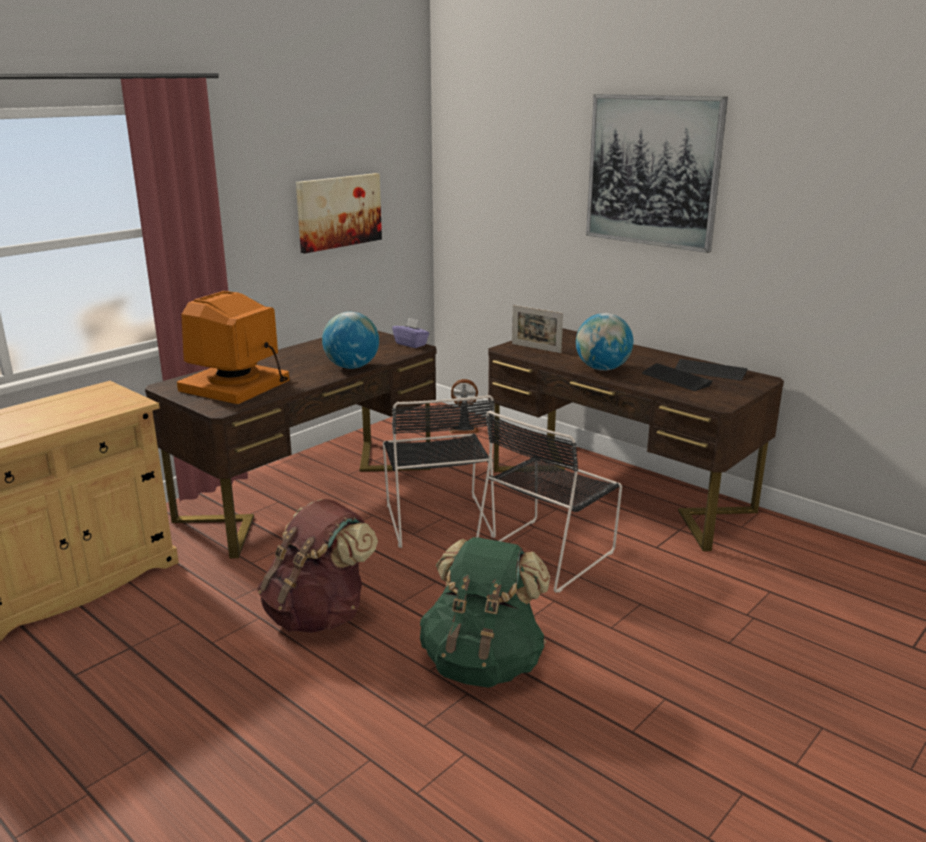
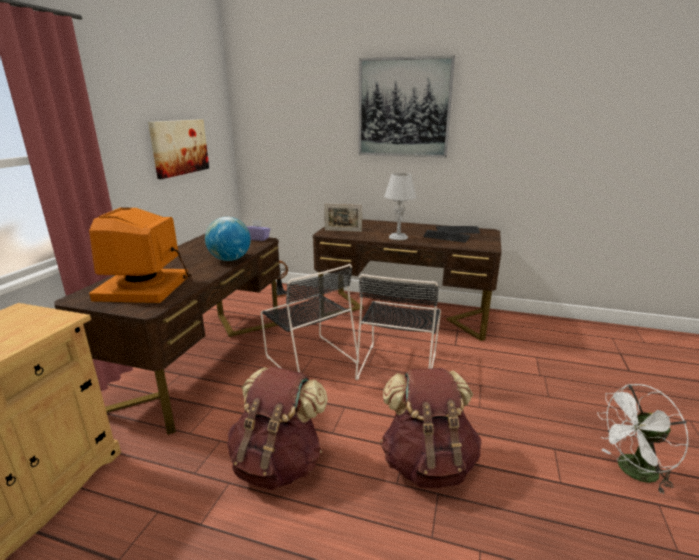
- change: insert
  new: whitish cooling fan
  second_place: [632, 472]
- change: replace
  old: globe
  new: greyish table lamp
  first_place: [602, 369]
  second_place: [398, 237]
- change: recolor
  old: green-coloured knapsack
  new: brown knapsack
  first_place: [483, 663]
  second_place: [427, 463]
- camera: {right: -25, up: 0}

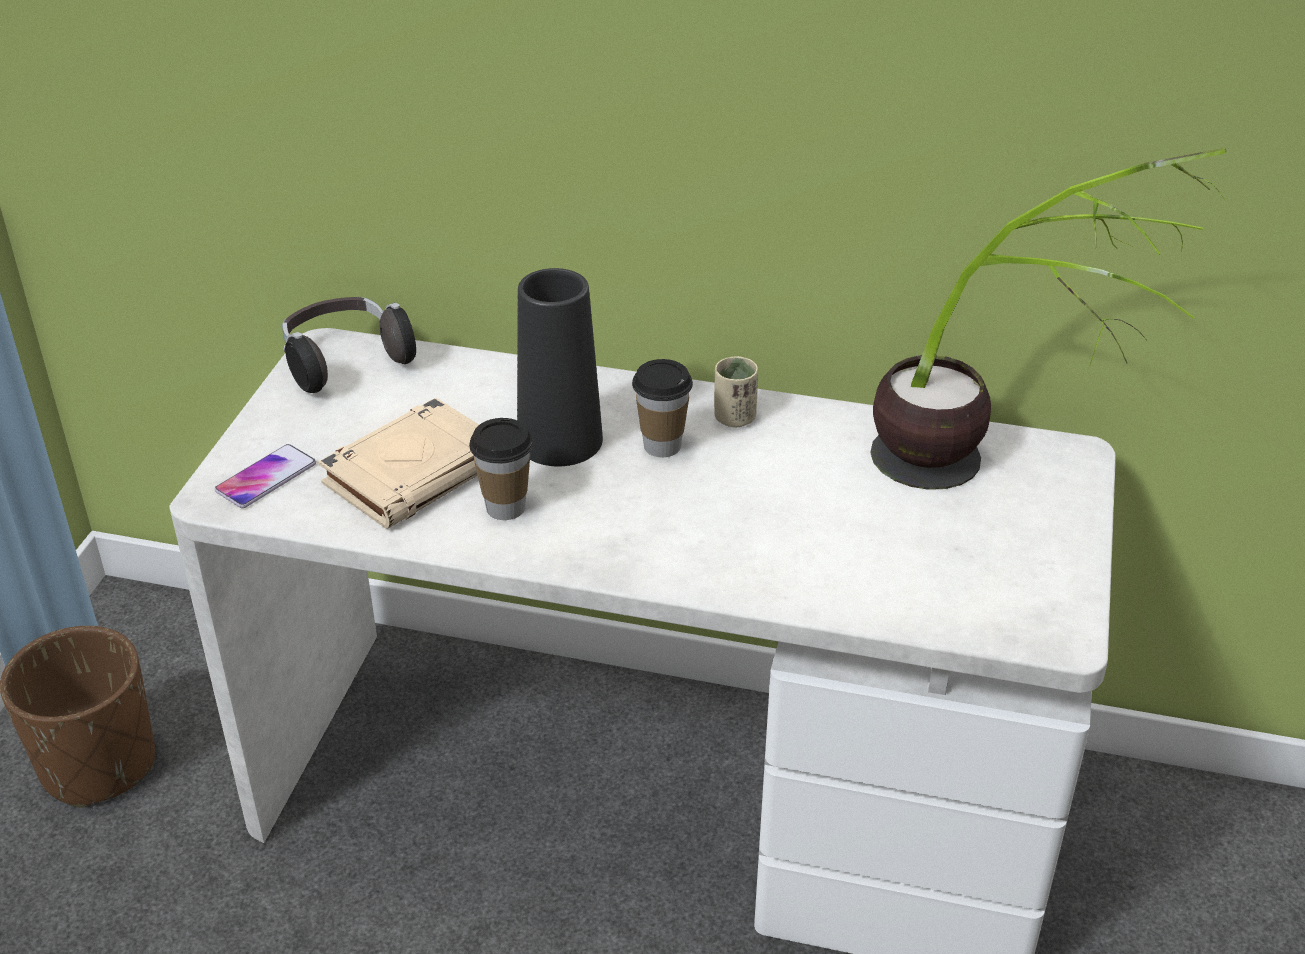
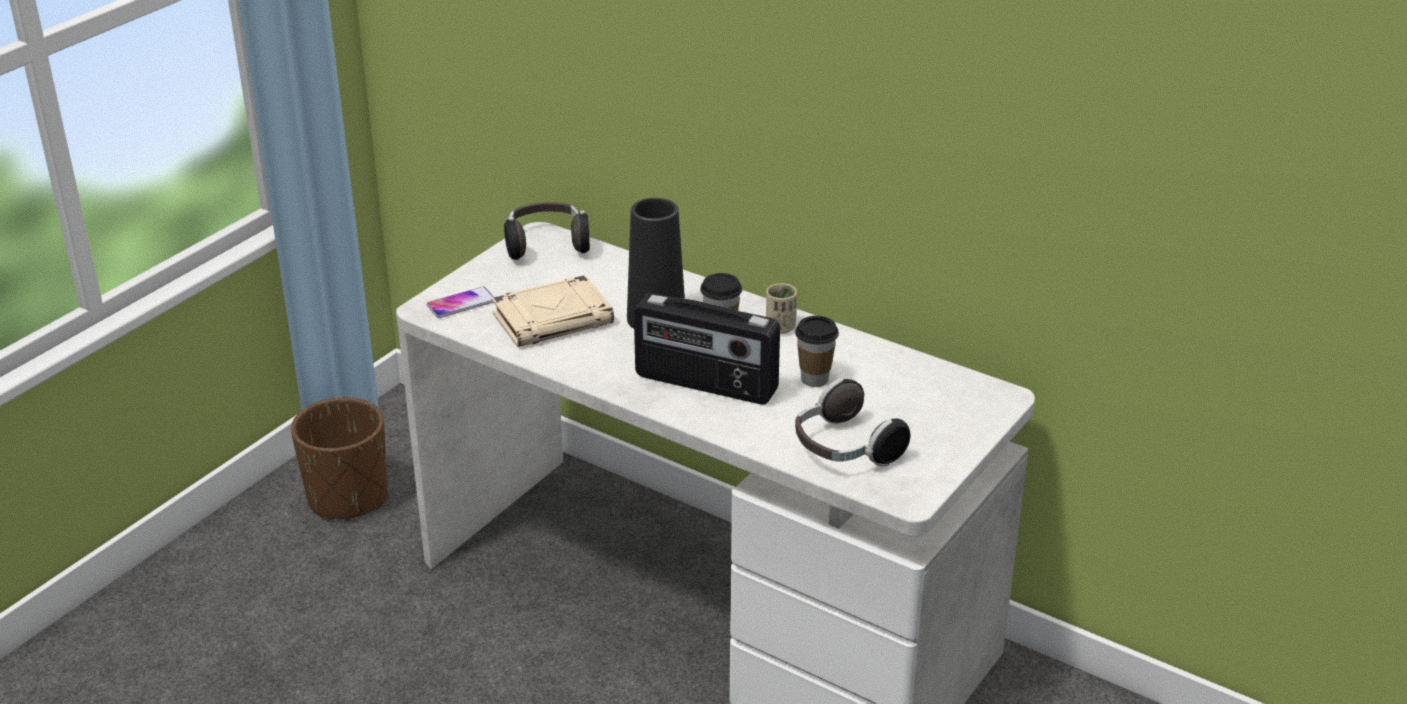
- change: delete
  old: potted plant
  first_place: [991, 474]
- change: insert
  new: radio receiver
  second_place: [705, 384]
- change: insert
  new: headset
  second_place: [844, 449]
- change: move
  old: small cup
  first_place: [506, 507]
  second_place: [814, 379]
- camera: {right: 20, up: -5}

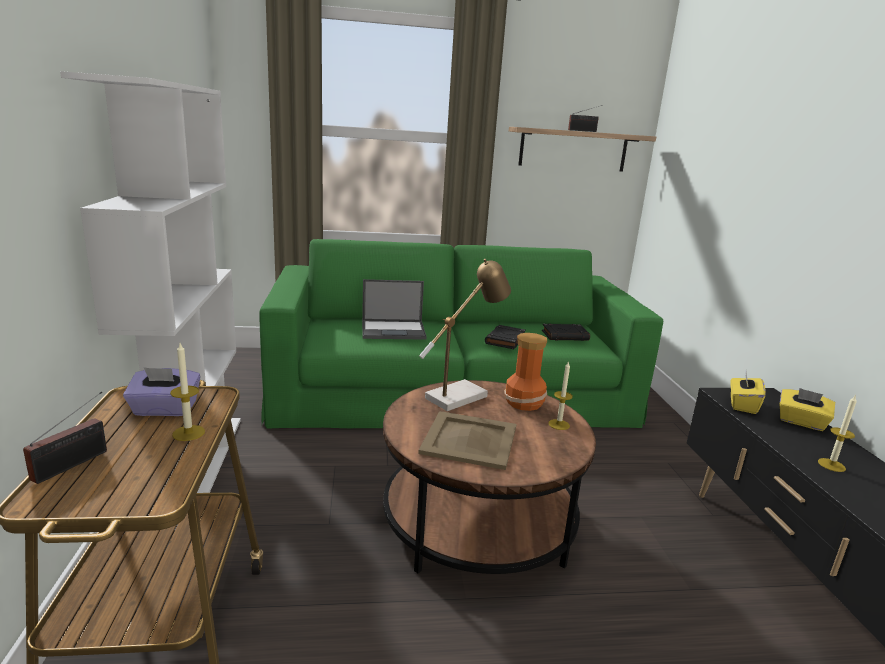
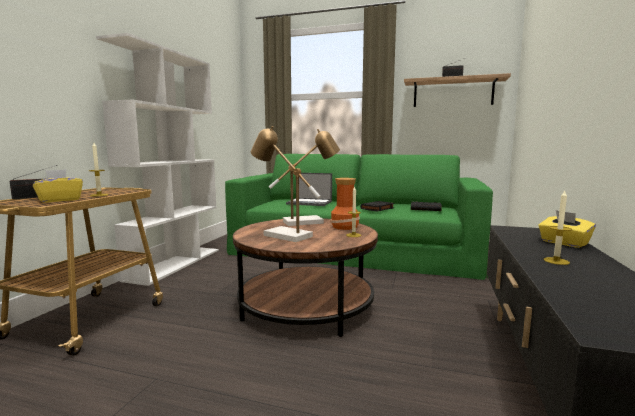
- change: delete
  old: purple-coloured tissue holder
  first_place: [165, 410]
- change: move
  old: yellowish tissue holder
  first_place: [742, 405]
  second_place: [59, 200]
- change: replace
  old: beige serving tray
  new: table lamp
  first_place: [470, 440]
  second_place: [282, 235]
- camera: {right: 25, up: -10}

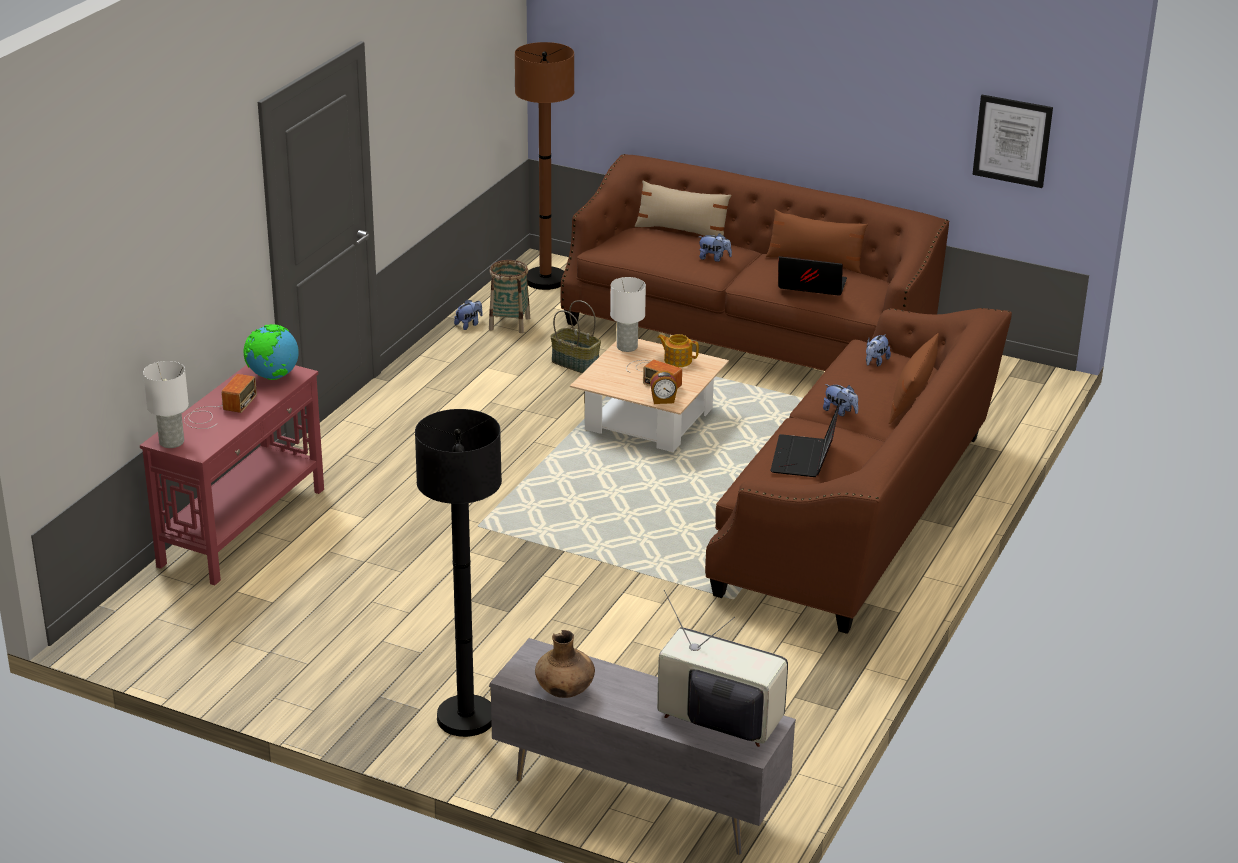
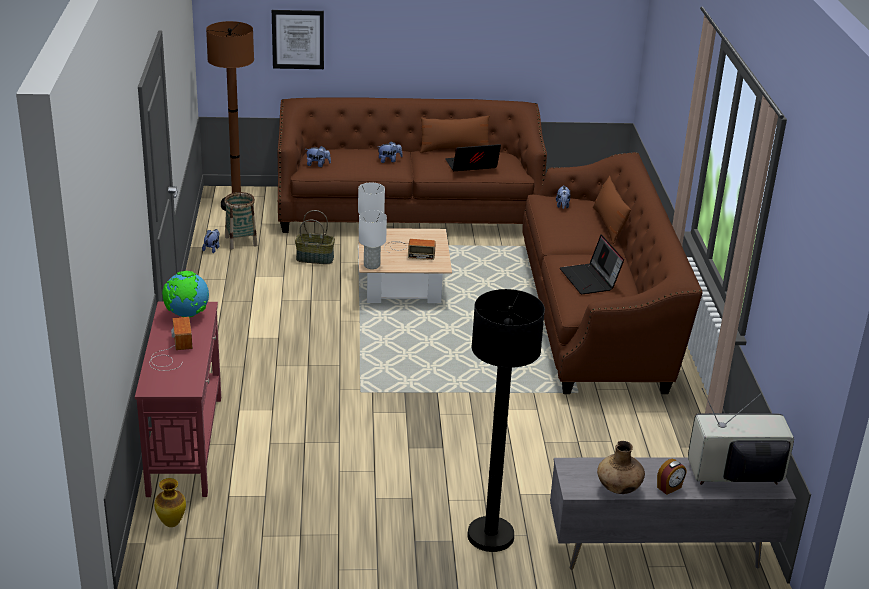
- change: delete
  old: beige pillow
  first_place: [682, 231]
- change: delete
  old: teapot
  first_place: [677, 360]
- change: insert
  new: flower vase
  second_place: [171, 523]
- change: move
  old: whitish table lamp
  first_place: [171, 442]
  second_place: [371, 265]
- change: move
  old: alarm clock
  first_place: [663, 400]
  second_place: [669, 488]
- change: move
  old: plush toy
  first_place: [840, 412]
  second_place: [318, 165]
- change: move
  old: picture
  first_place: [1012, 140]
  second_place: [298, 39]
- camera: {right: -30, up: 0}

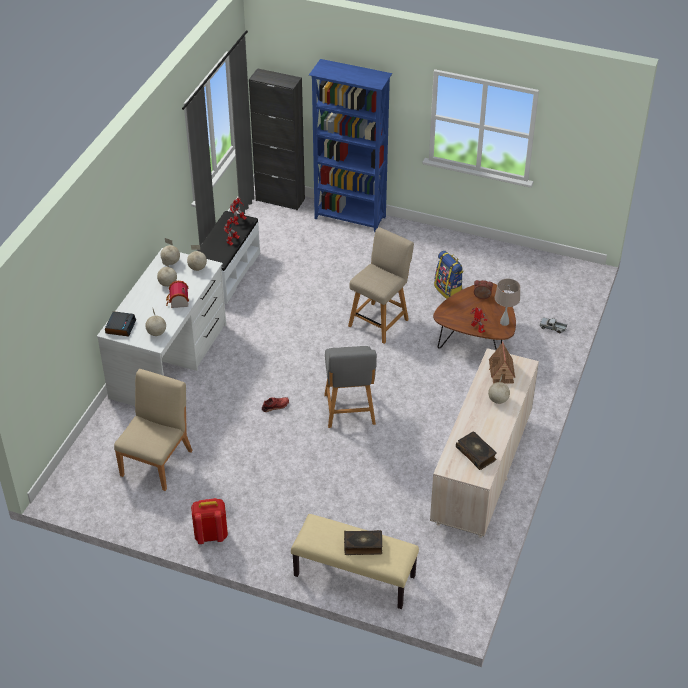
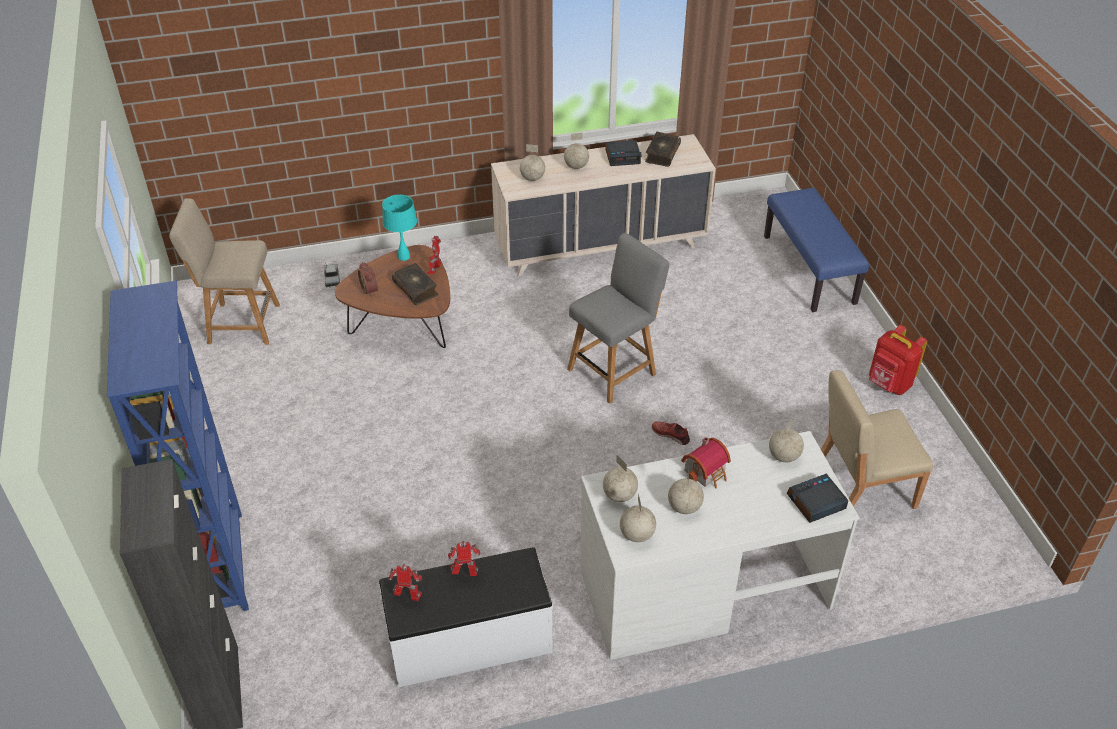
- change: delete
  old: knapsack
  first_place: [448, 290]
- change: insert
  new: alarm clock
  second_place: [623, 156]
- change: move
  old: bound book
  first_place: [363, 546]
  second_place: [416, 289]
- change: move
  old: beige plain chair
  first_place: [380, 321]
  second_place: [239, 323]
- change: replace
  old: miniature house
  new: globe
  first_place: [501, 372]
  second_place: [532, 178]
- change: recolor
  old: beige bench
  new: blue bench
  first_place: [353, 576]
  second_place: [809, 270]
- change: recolor
  old: beige table lamp
  new: turquoise table lamp
  first_place: [504, 322]
  second_place: [404, 257]
- camera: {right: -125, up: 0}

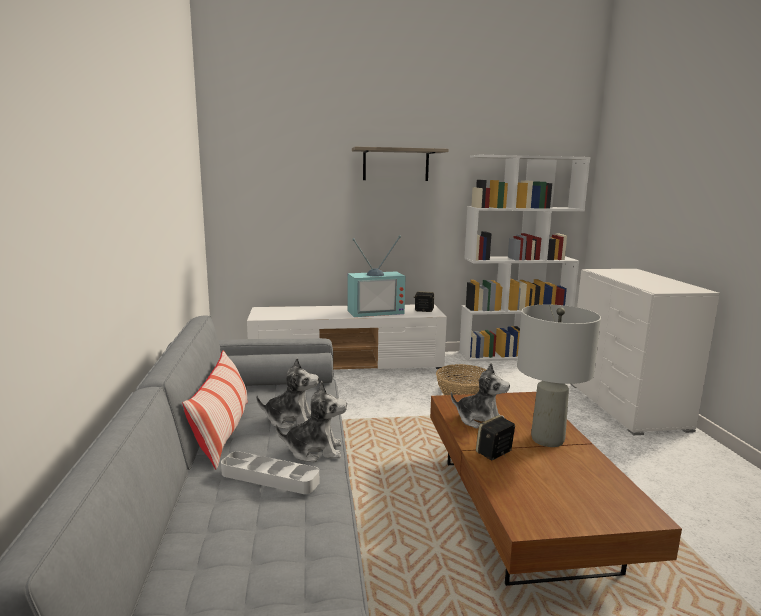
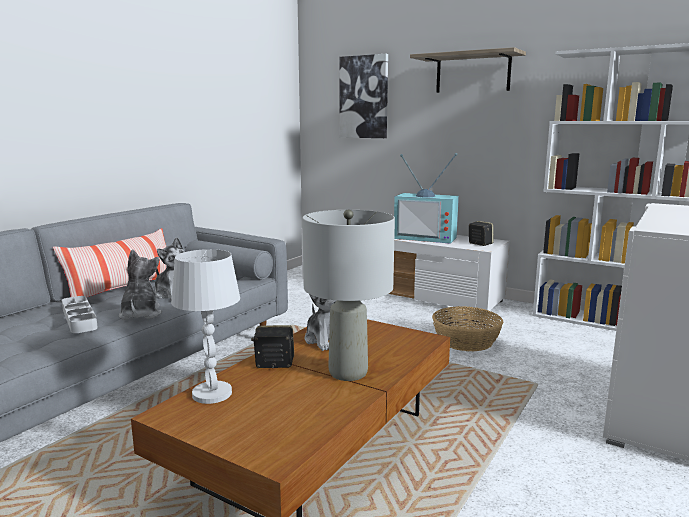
- change: insert
  new: whitish table lamp
  second_place: [211, 394]
- change: insert
  new: picture
  second_place: [364, 97]
- change: rotate
  old: plush toy
  first_place: [315, 451]
  second_place: [140, 314]
  degrees: -135
- camera: {right: 40, up: 0}

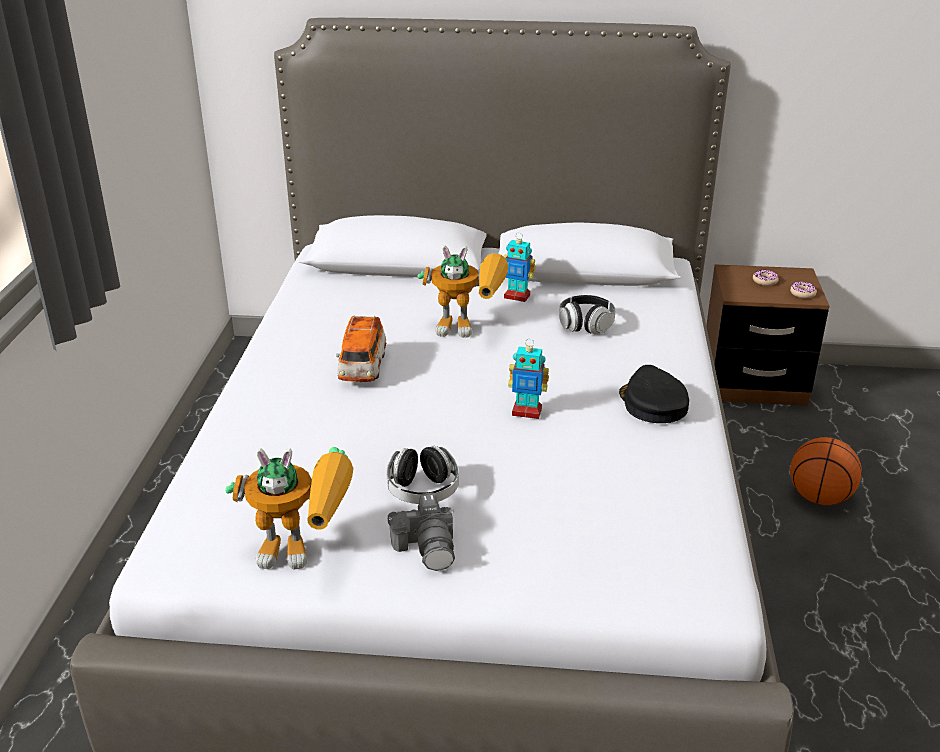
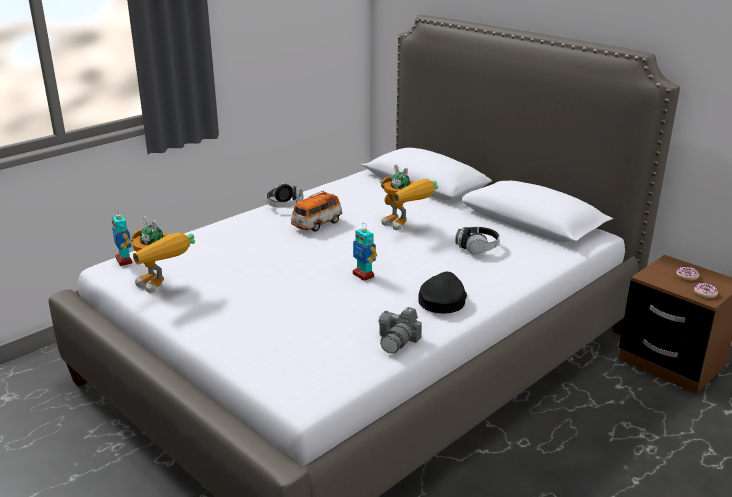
- change: delete
  old: basketball
  first_place: [819, 498]
- change: move
  old: headset
  first_place: [423, 491]
  second_place: [284, 206]
- change: move
  old: photo camera
  first_place: [427, 546]
  second_place: [398, 340]
- change: move
  old: toy robot
  first_place: [517, 296]
  second_place: [124, 261]
- camera: {right: 40, up: -5}

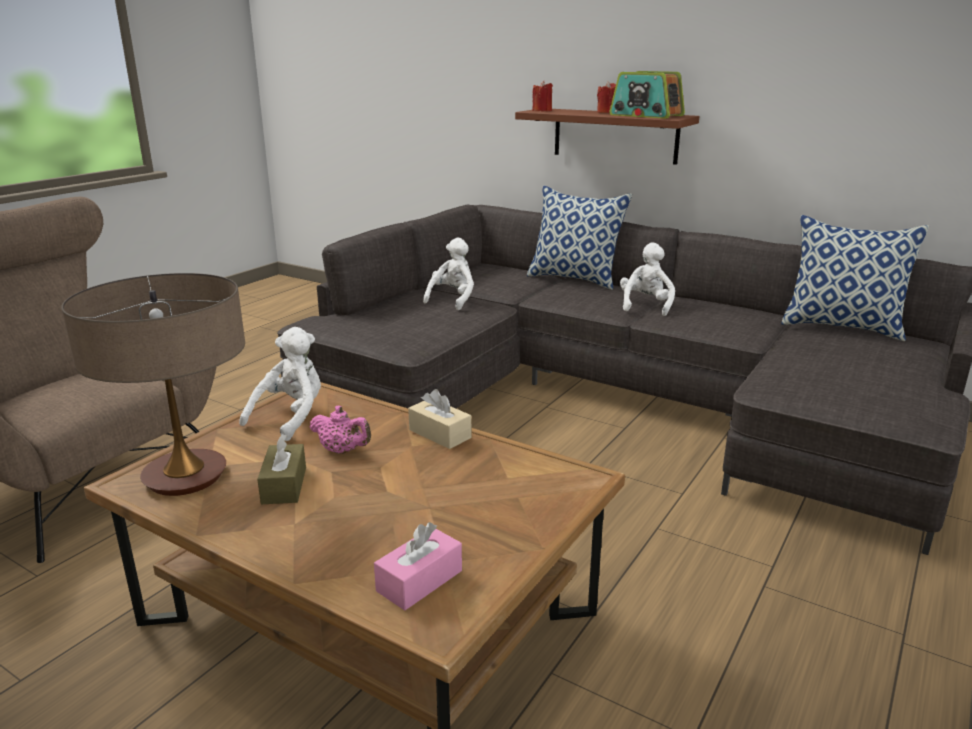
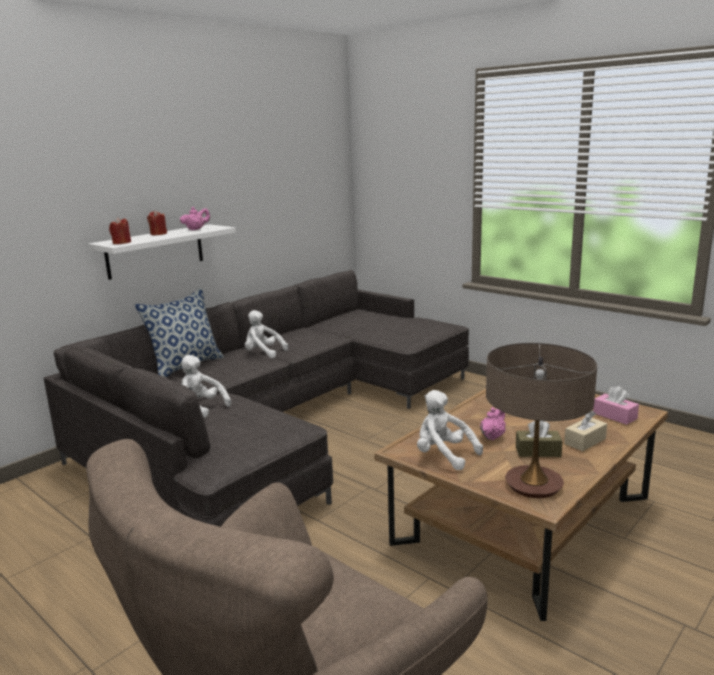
- change: delete
  old: pillow
  first_place: [842, 327]
- change: move
  old: beige tissue holder
  first_place: [440, 434]
  second_place: [585, 441]
- change: replace
  old: radio receiver
  new: pink-coloured teapot
  first_place: [646, 115]
  second_place: [196, 229]
- change: recolor
  old: brown shelf
  new: whitish shelf
  first_place: [615, 135]
  second_place: [155, 251]
- camera: {right: -80, up: -5}

